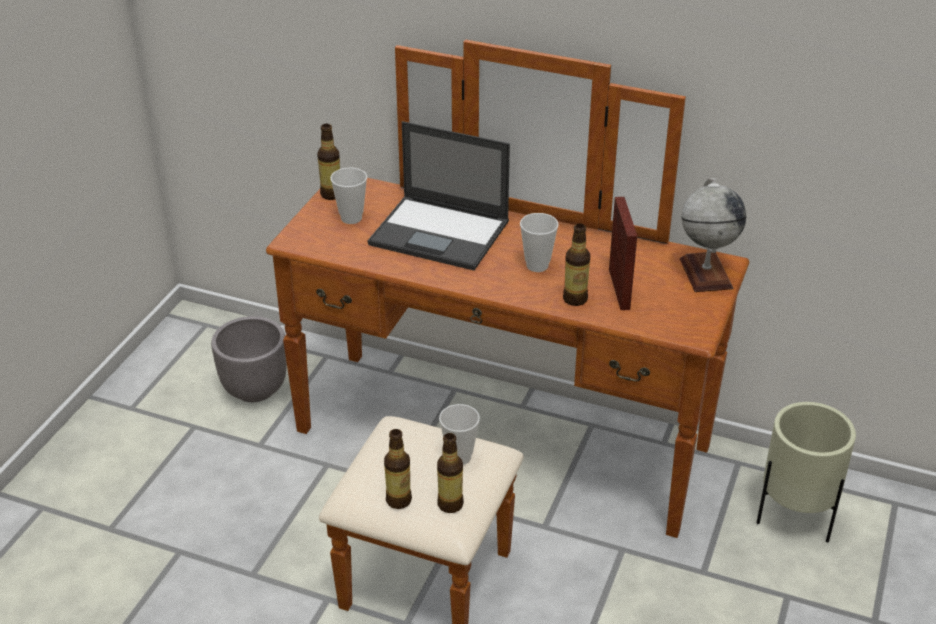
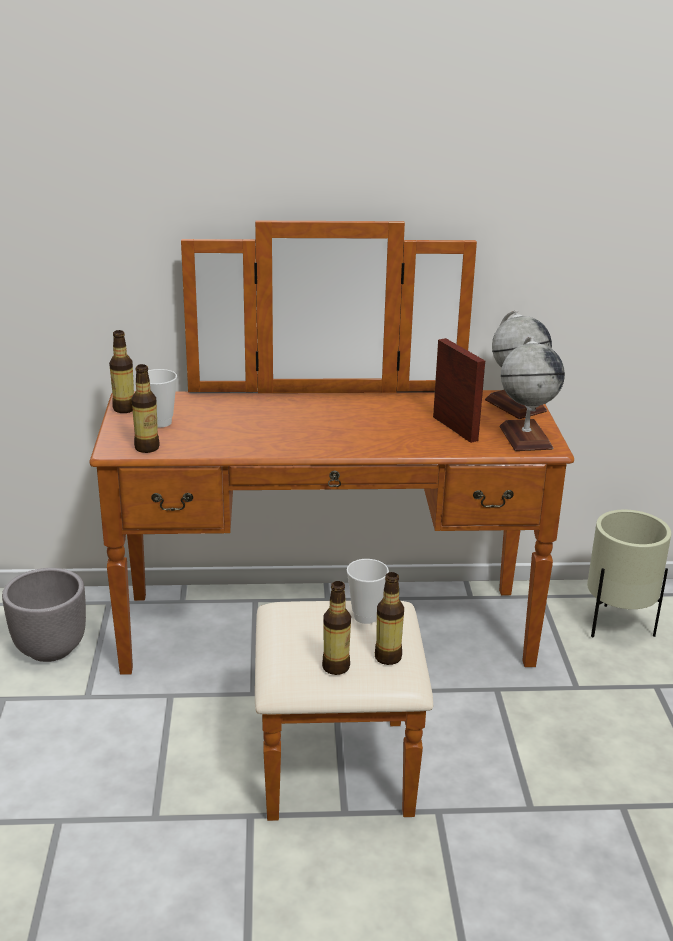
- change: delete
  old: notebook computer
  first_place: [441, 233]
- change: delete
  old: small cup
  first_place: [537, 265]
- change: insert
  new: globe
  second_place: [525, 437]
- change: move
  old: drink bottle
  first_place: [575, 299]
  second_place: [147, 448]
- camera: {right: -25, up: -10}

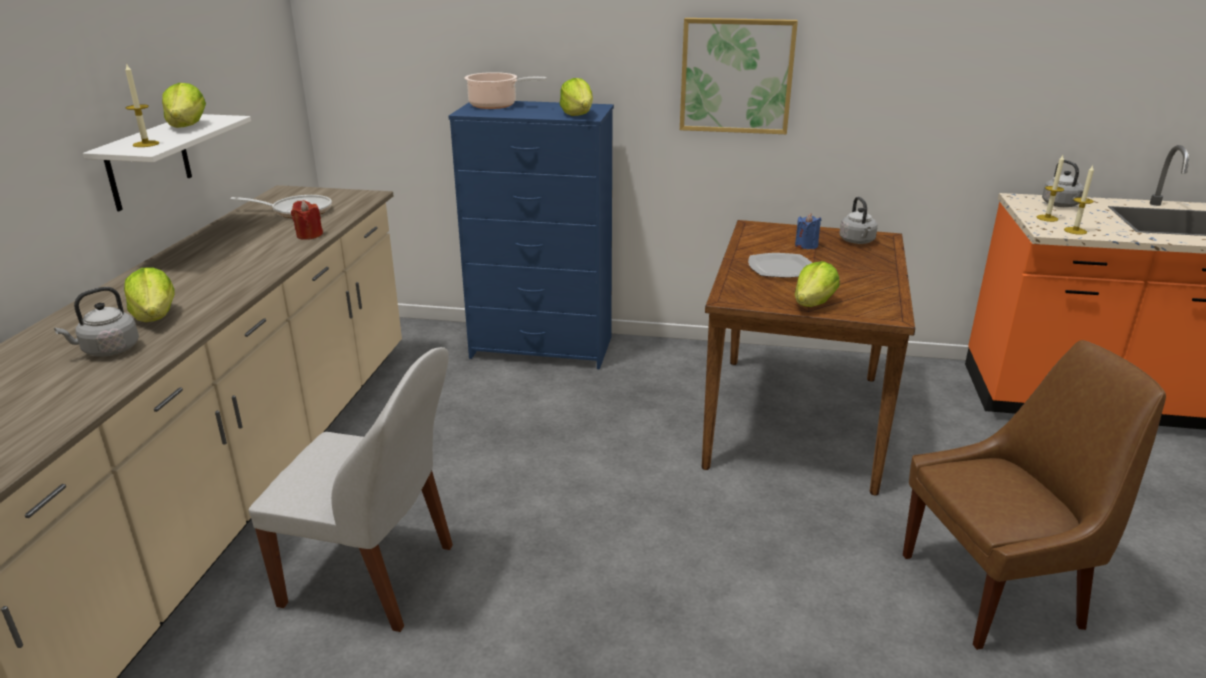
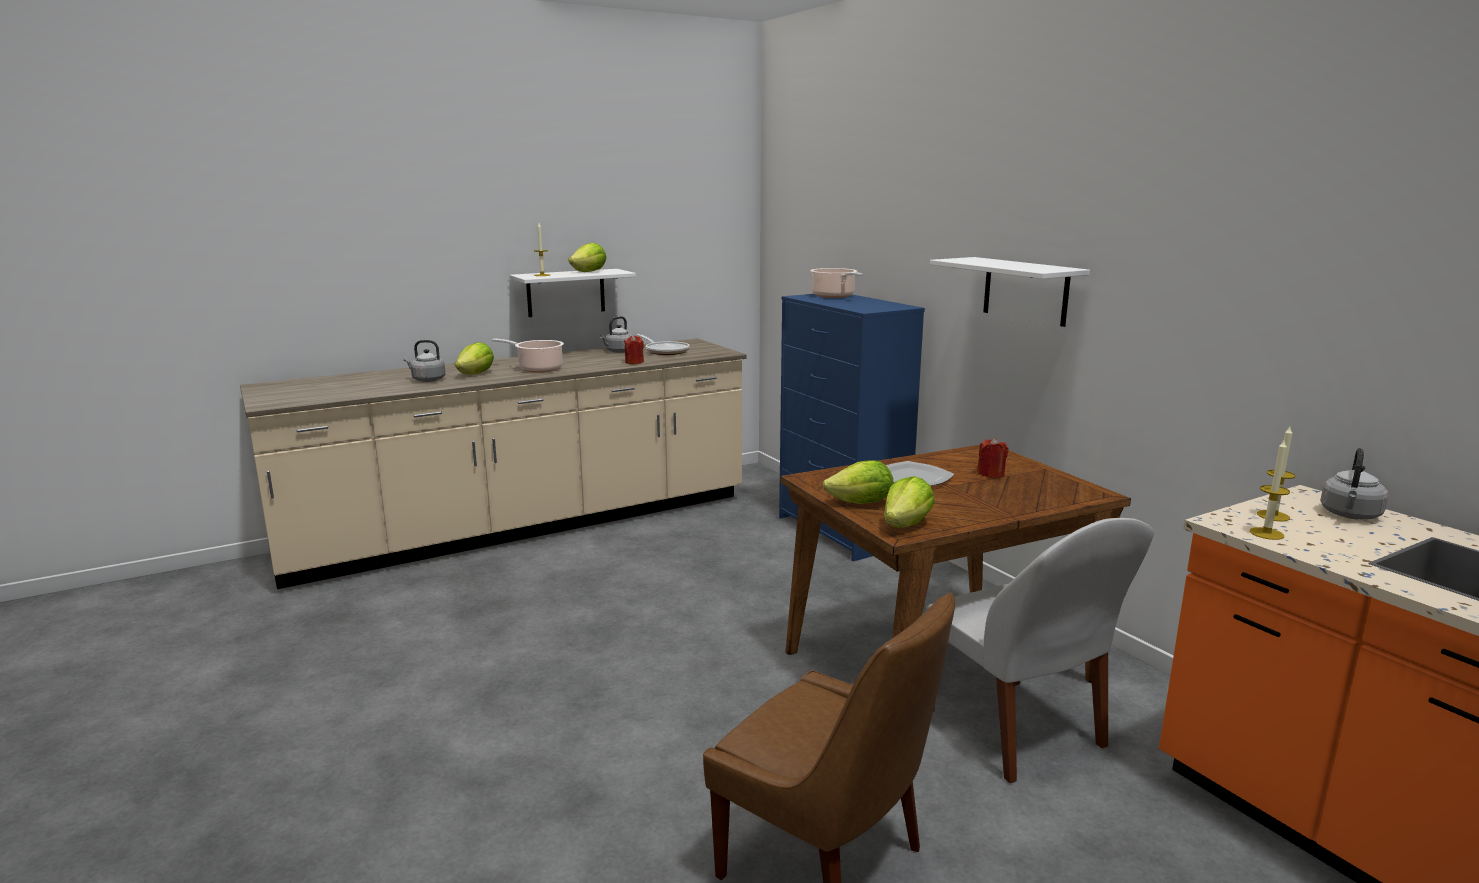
- change: insert
  new: saucepot
  second_place: [538, 369]
- change: move
  old: whitish plain chair
  first_place: [373, 577]
  second_place: [1015, 731]
- change: move
  old: lettuce head
  first_place: [577, 115]
  second_place: [906, 525]
- change: move
  old: greyish kettle
  first_place: [857, 241]
  second_place: [618, 351]
- change: replace
  old: picture
  new: whitish shelf
  first_place: [736, 76]
  second_place: [1025, 291]
- change: recolor
  old: blue wax candle
  new: reddish wax candle
  first_place: [806, 245]
  second_place: [991, 474]
- camera: {right: 50, up: -10}

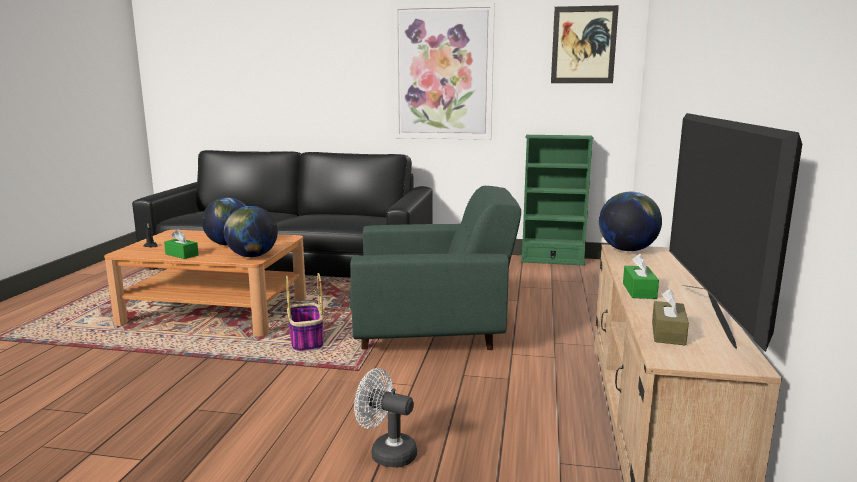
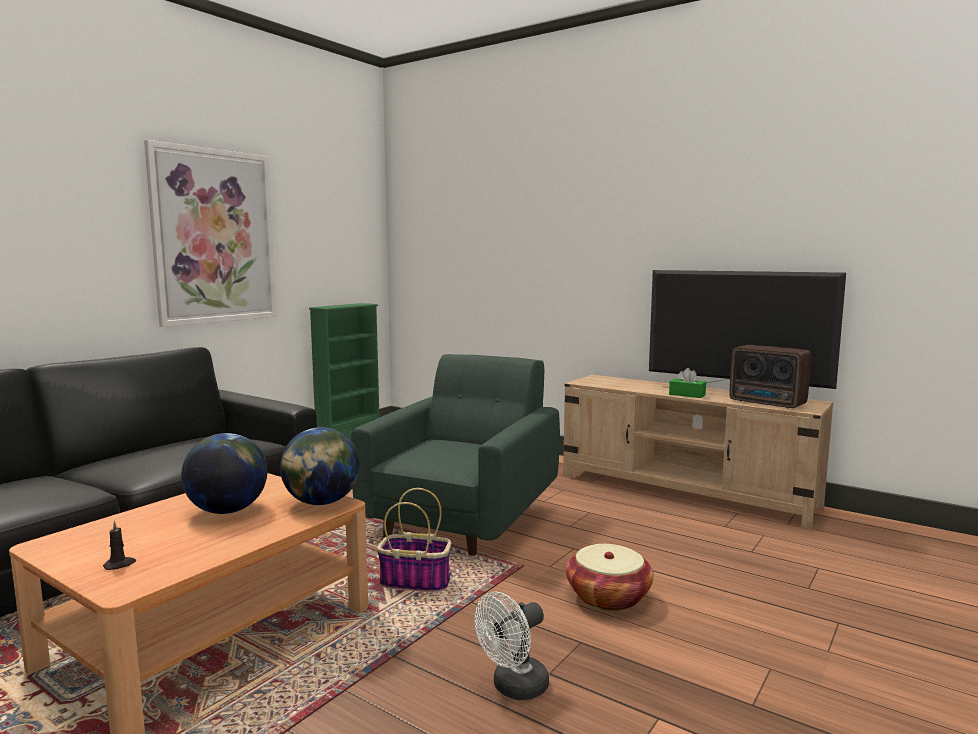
- change: delete
  old: green-coloured tissue holder
  first_place: [182, 255]
- change: delete
  old: picture
  first_place: [583, 45]
- change: delete
  old: globe
  first_place: [627, 250]
- change: insert
  new: storage basket
  second_place: [608, 597]
- change: move
  old: whitish cooling fan
  first_place: [386, 453]
  second_place: [514, 688]
- change: replace
  old: brown tissue holder
  new: radio receiver
  first_place: [668, 333]
  second_place: [768, 403]
- camera: {right: -65, up: -5}

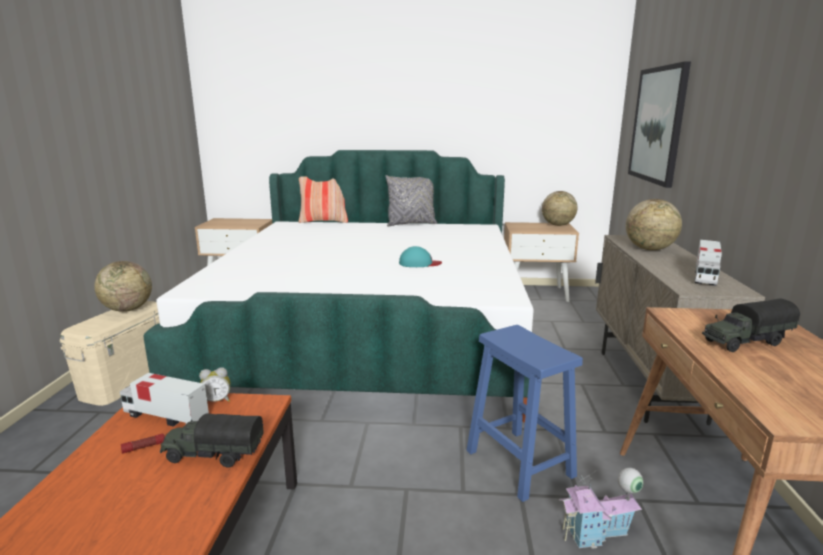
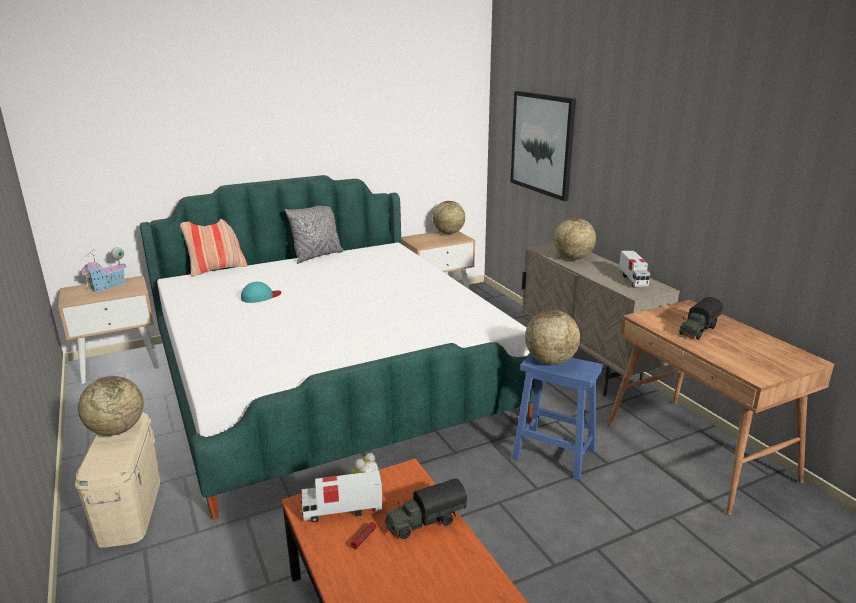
- change: insert
  new: globe
  second_place: [550, 361]
- change: move
  old: turquoise baseball cap
  first_place: [419, 263]
  second_place: [260, 296]
- change: move
  old: miniature house
  first_place: [597, 533]
  second_place: [108, 286]
- camera: {right: -30, up: 5}

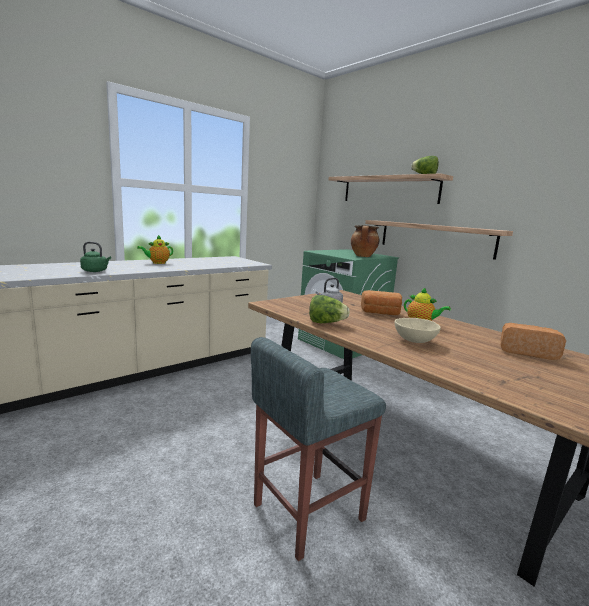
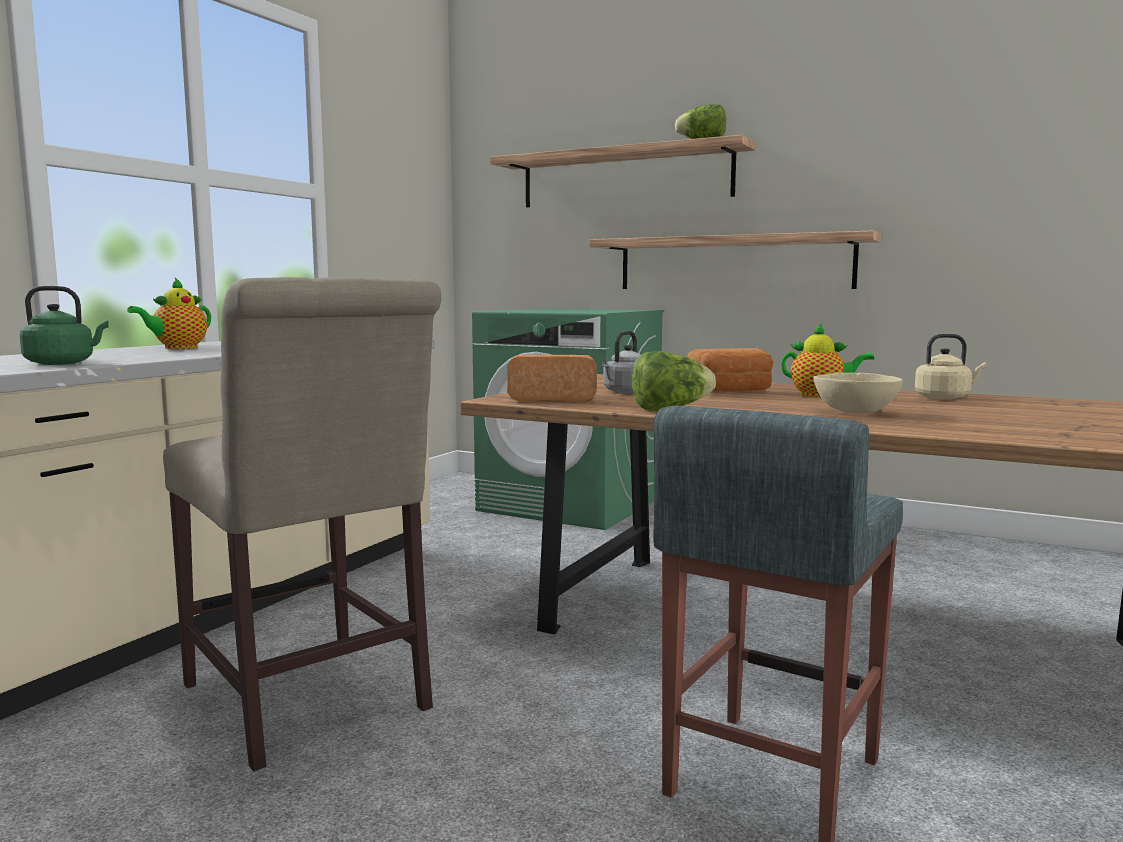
- change: delete
  old: saucepot
  first_place: [363, 256]
- change: insert
  new: beige plain chair
  second_place: [309, 702]
- change: insert
  new: beige kettle
  second_place: [945, 398]
- change: move
  old: baked bread
  first_place: [526, 352]
  second_place: [552, 399]
- camera: {right: -20, up: -5}

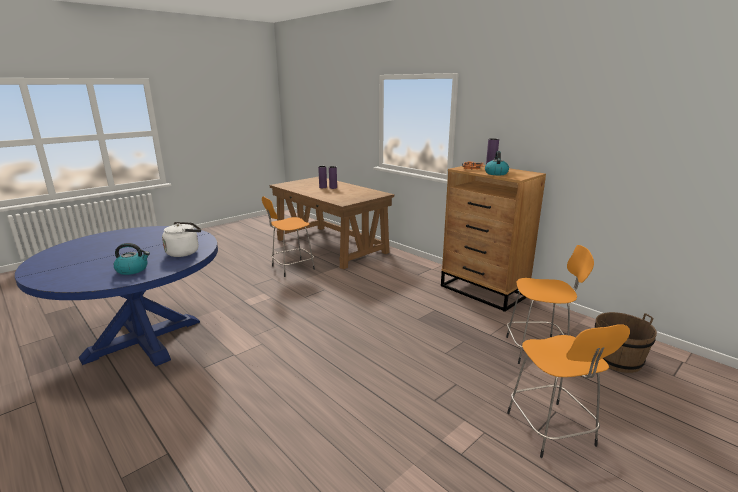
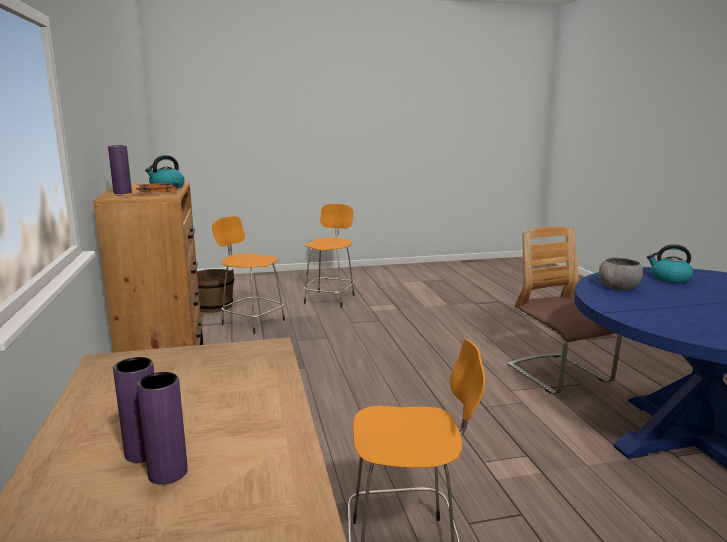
- change: insert
  new: plain chair
  second_place: [558, 375]
- change: replace
  old: whitish kettle
  new: greyish deep dish
  first_place: [185, 252]
  second_place: [618, 288]
- camera: {right: -150, up: -5}

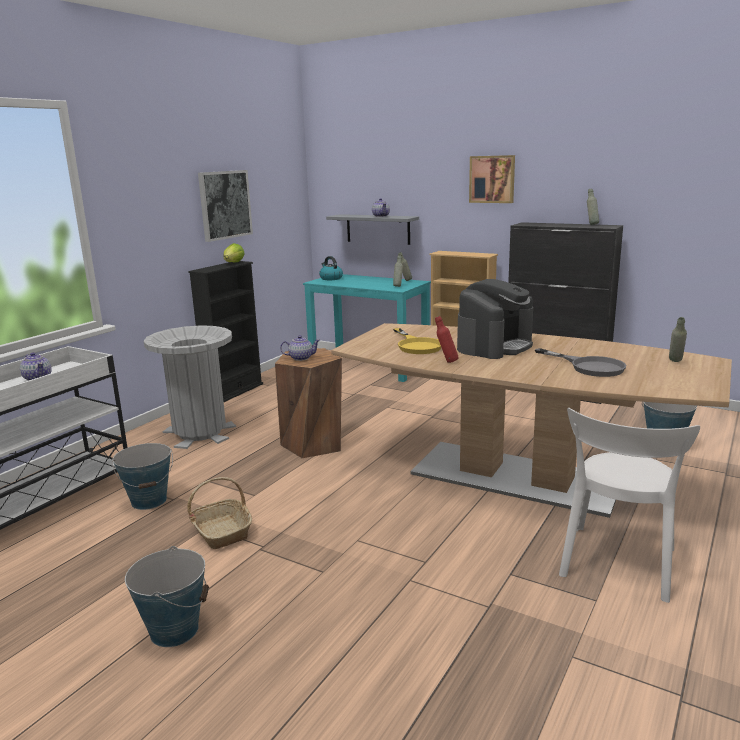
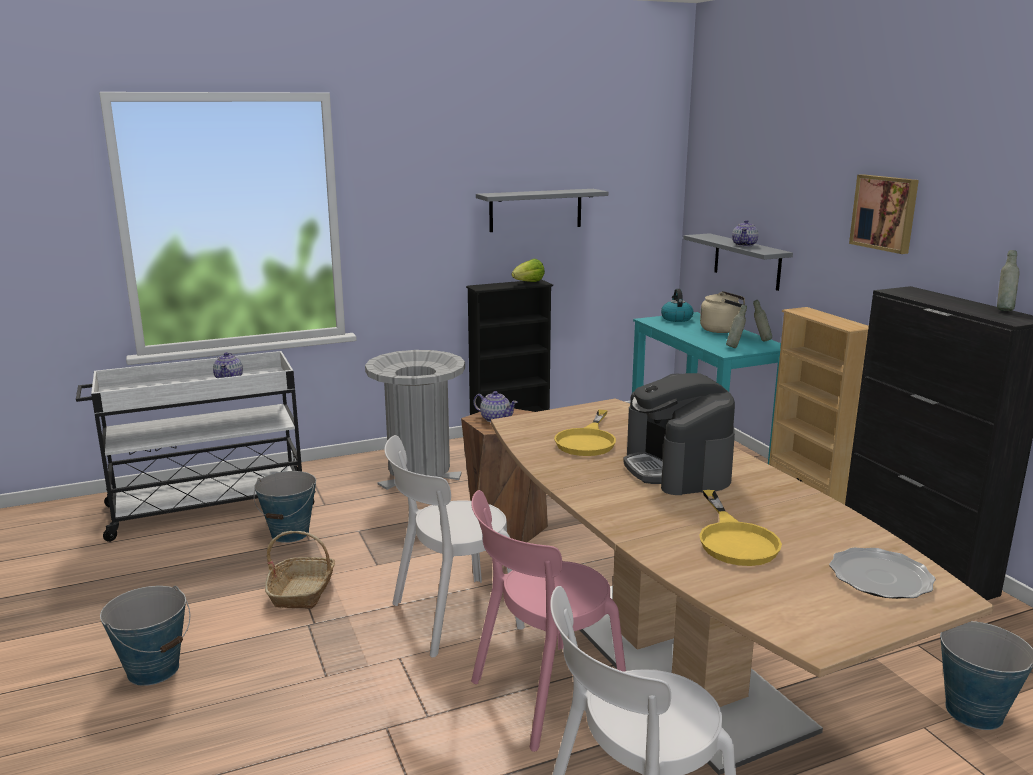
- change: delete
  old: reddish drink bottle
  first_place: [446, 362]
- change: insert
  new: whitish plain chair
  second_place: [450, 617]
- change: insert
  new: pink-coloured plain chair
  second_place: [542, 696]
- change: insert
  new: beige kettle
  second_place: [722, 330]
- change: replace
  old: picture
  new: greyish shelf
  first_place: [225, 205]
  second_place: [535, 210]
- change: replace
  old: greyish drink bottle
  new: flat dish
  first_place: [675, 362]
  second_place: [879, 577]
- change: recolor
  old: greyish pan
  new: yellowish pan
  first_place: [589, 366]
  second_place: [734, 539]
- change: rotate
  old: coffee maker
  first_place: [495, 346]
  second_place: [677, 469]
  degrees: 90
- camera: {right: 35, up: 0}

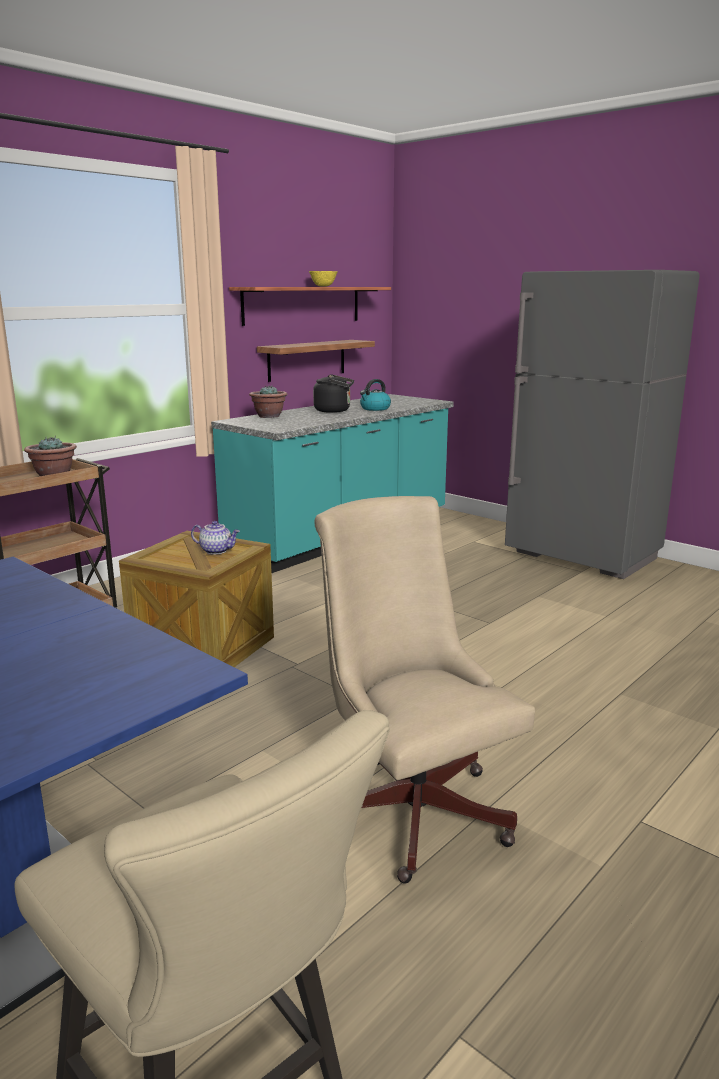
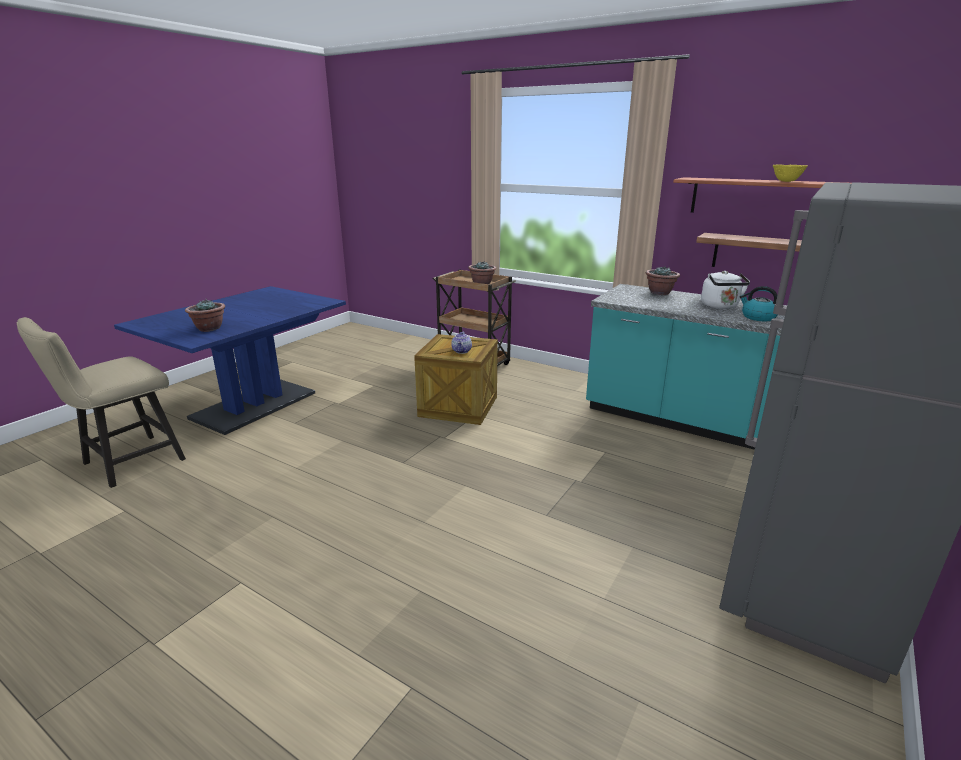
- change: delete
  old: beige computer chair
  first_place: [411, 804]
- change: insert
  new: potted plant
  second_place: [209, 328]
- change: recolor
  old: black-coloured kettle
  new: whitish kettle
  first_place: [334, 411]
  second_place: [720, 306]
- camera: {right: 80, up: 5}

